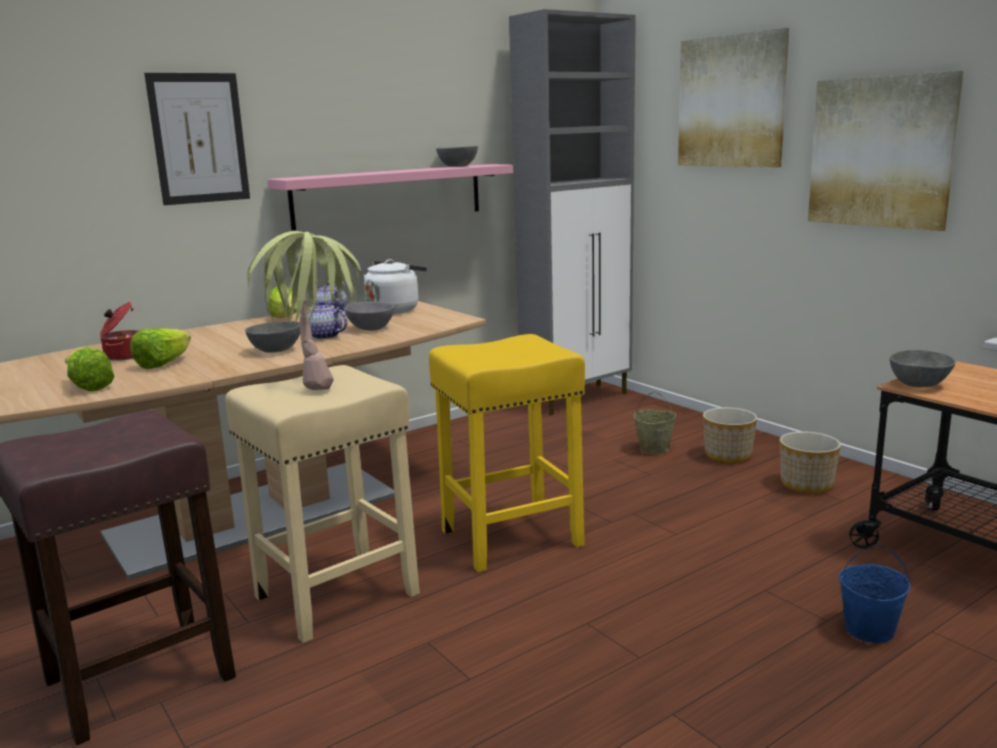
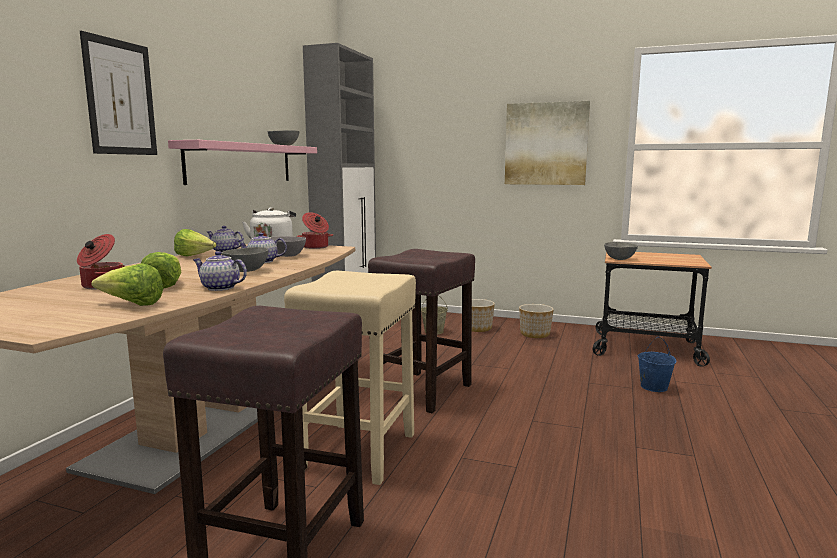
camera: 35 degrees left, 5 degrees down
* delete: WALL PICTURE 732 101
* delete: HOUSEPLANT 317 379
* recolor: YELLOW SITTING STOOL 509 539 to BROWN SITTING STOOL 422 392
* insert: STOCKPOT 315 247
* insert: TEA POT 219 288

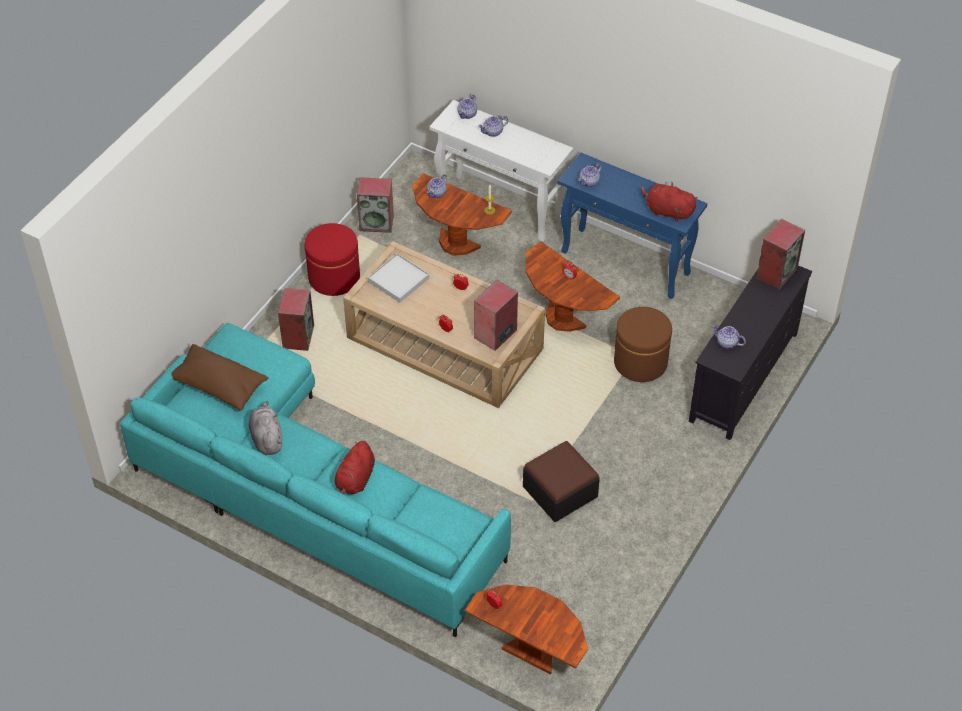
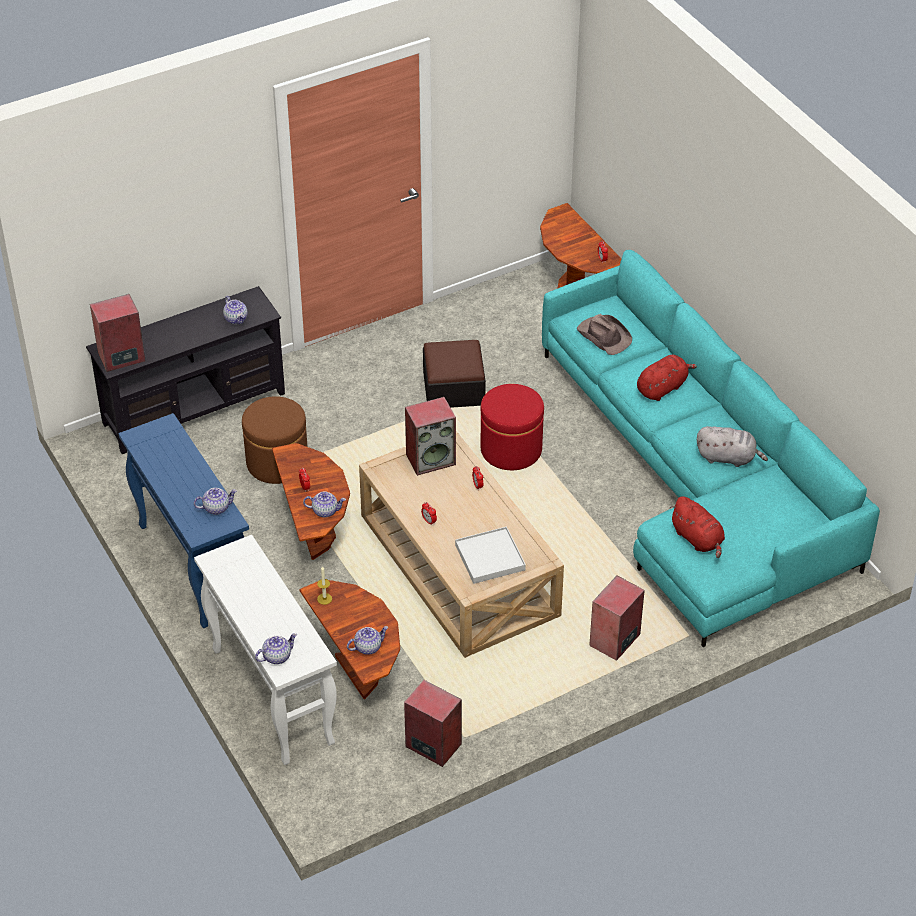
camera: 150 degrees left, 5 degrees down
* move: TEA POT 493 132 to 325 511
* move: REDDISH PLUSH TOY 667 211 to 698 539
* move: REDDISH POUFFE 334 277 to 511 449
* delete: BROWN PILLOW 218 385
* rotate: GRAY PLUSH TOY 266 438 = 728 458 90 degrees counterclockwise
* insert: BROWN WEARABLE HAT 604 336

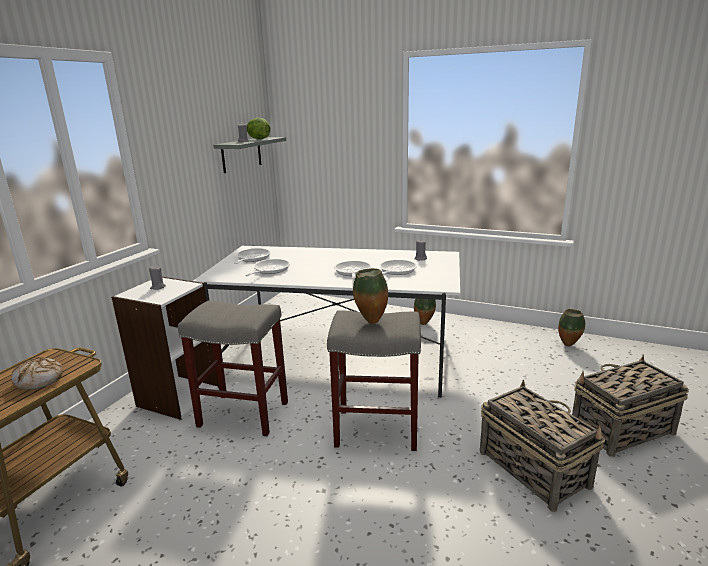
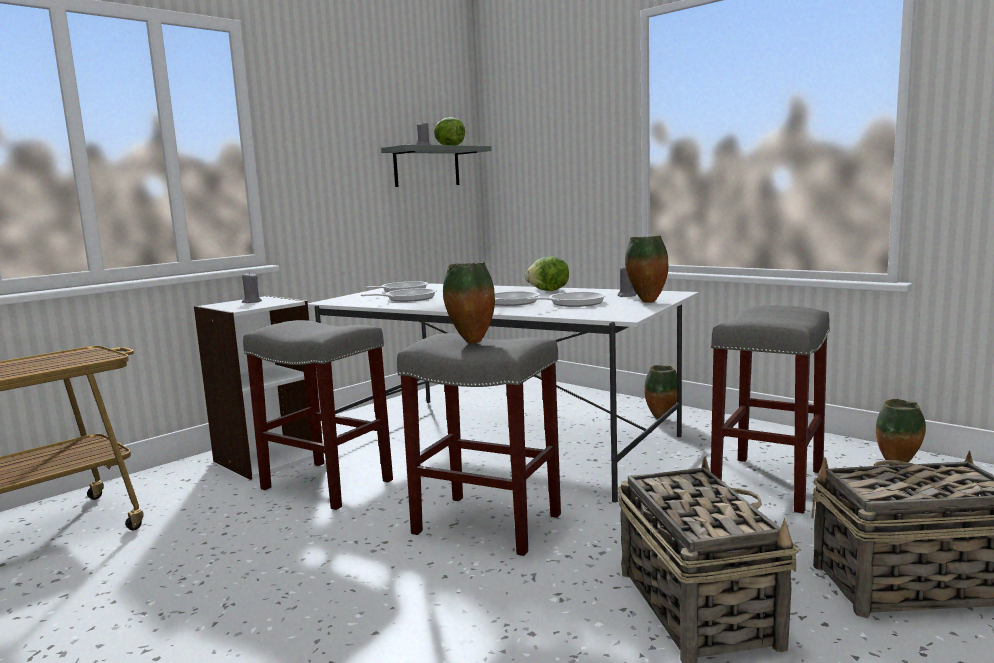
camera: 20 degrees right, 10 degrees down
* delete: BREAD 40 380
* insert: DECORATIVE VASE 646 302
* insert: LETTUCE 549 291
* insert: GRAY SITTING STOOL 769 484

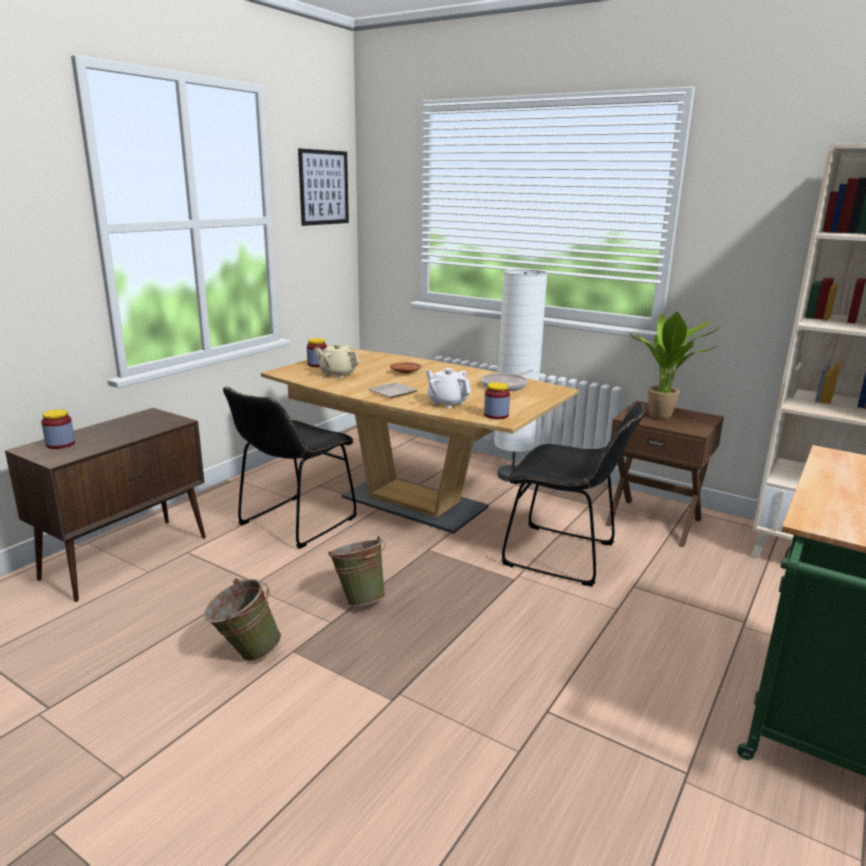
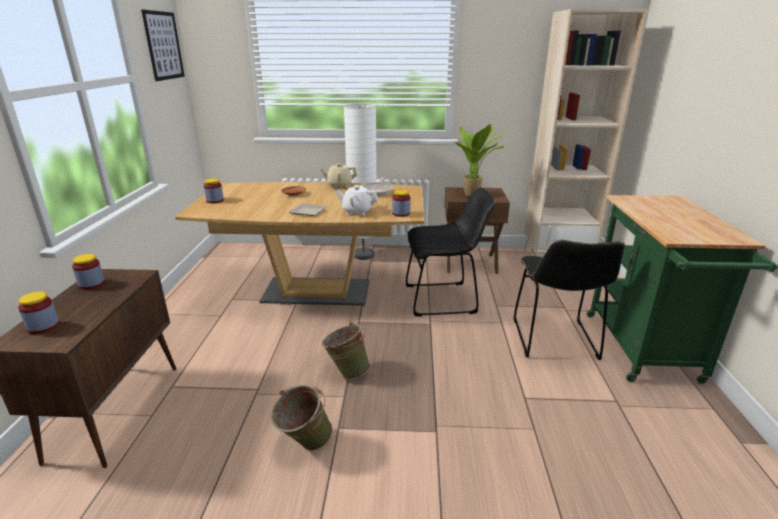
camera: 30 degrees left, 5 degrees up
* move: SAND-COLOURED TEA POT 337 374 to 339 186
* move: BLACK CHAIR 294 523 to 555 341
* insert: JAR 91 284

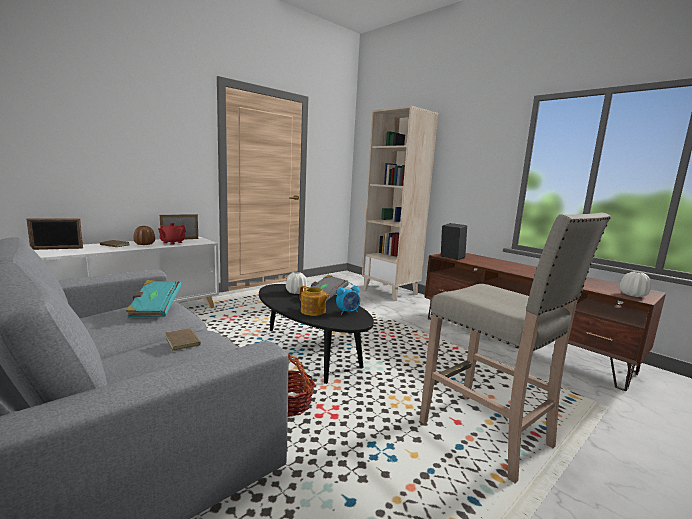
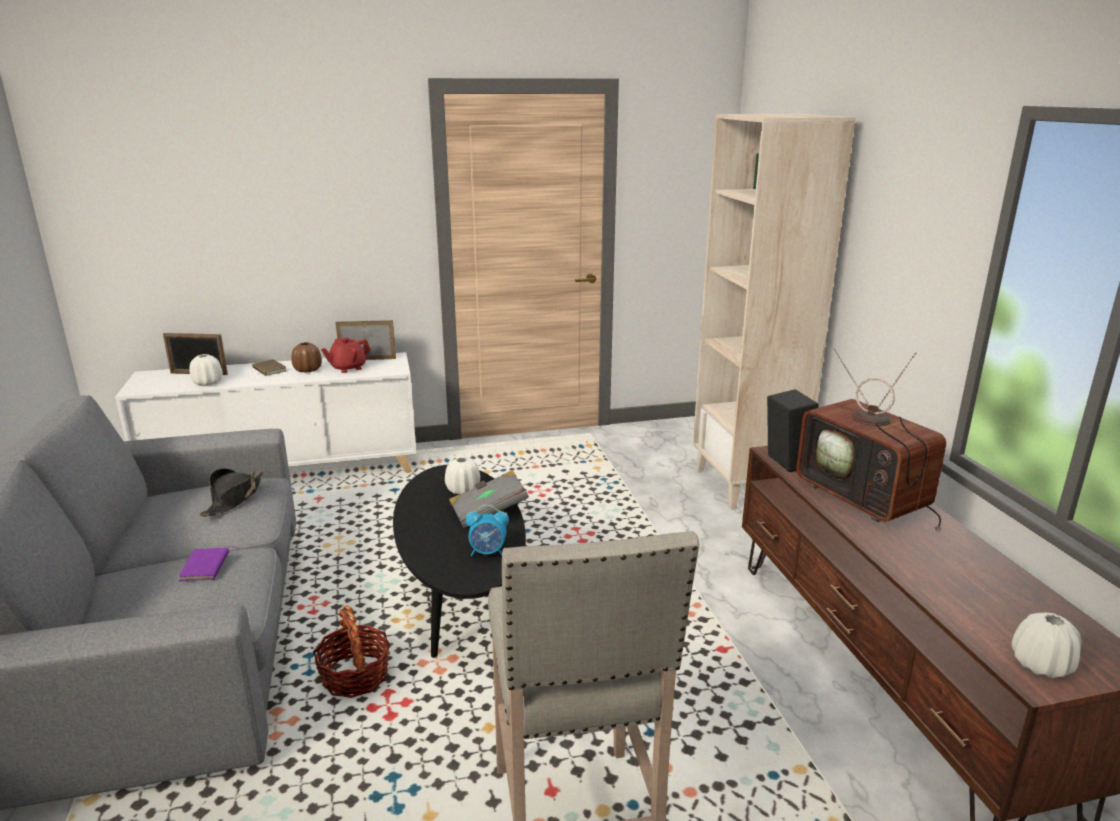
camera: 30 degrees right, 10 degrees up
* replace: TURQUOISE VOLUME 154 309 to BLACK WEARABLE HAT 234 499
* delete: TEA POT 313 311
* recolor: BROWN VOLUME 184 341 to PURPLE VOLUME 207 567
* insert: TV 867 498
* insert: WHITISH DECORATIVE VASE 207 383

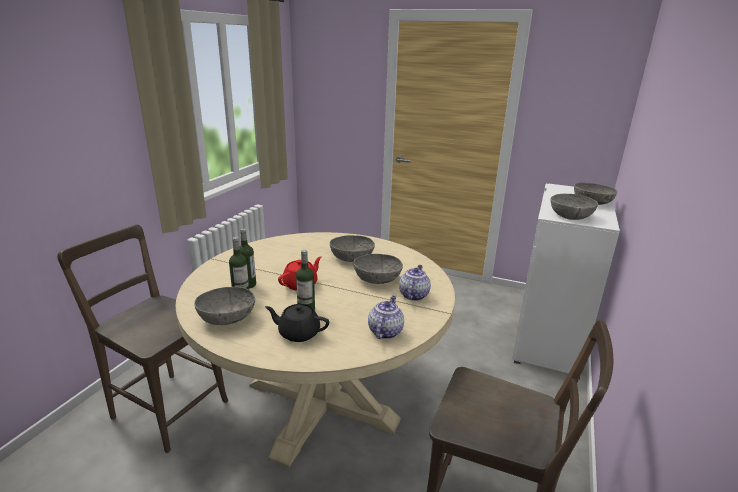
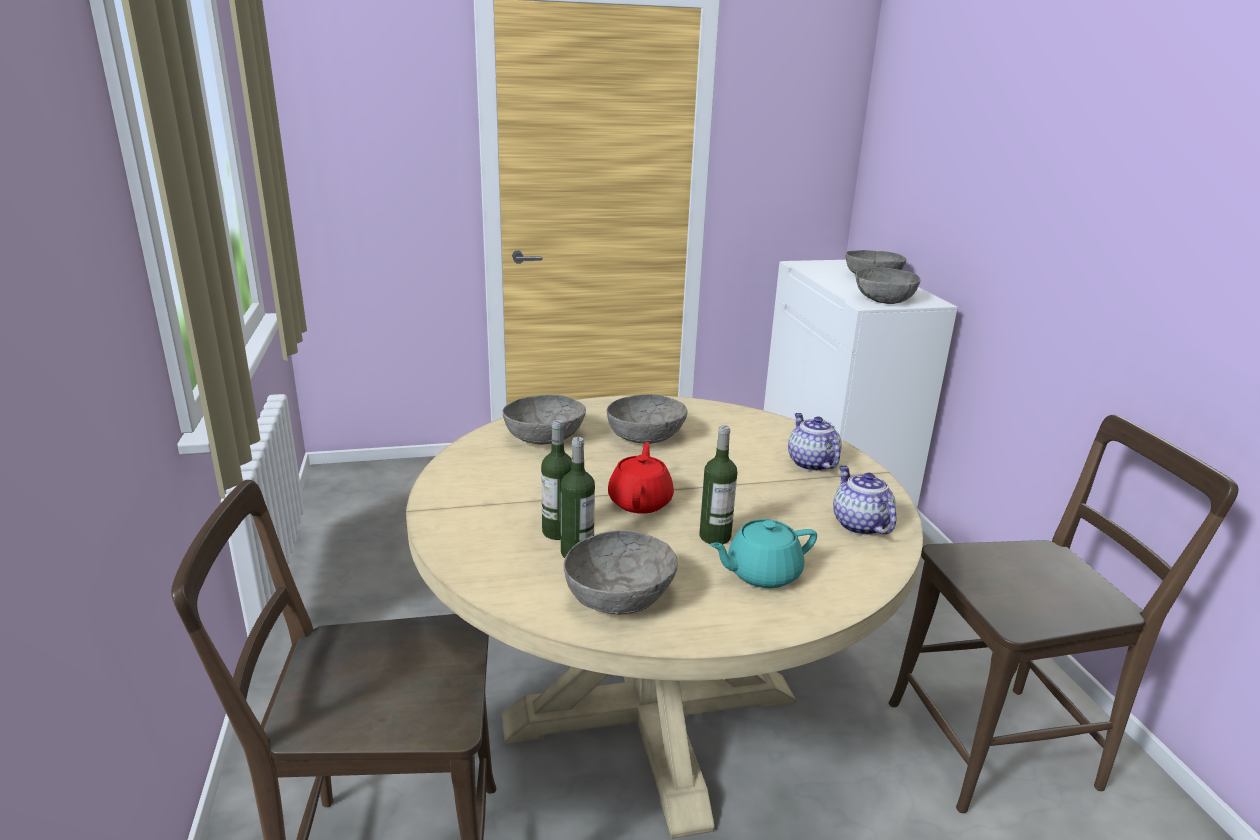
camera: 35 degrees left, 0 degrees up
* move: GRAY DEEP DISH 377 279 to 544 437
* recolor: BLACK TEA POT 298 333 to TURQUOISE TEA POT 761 573

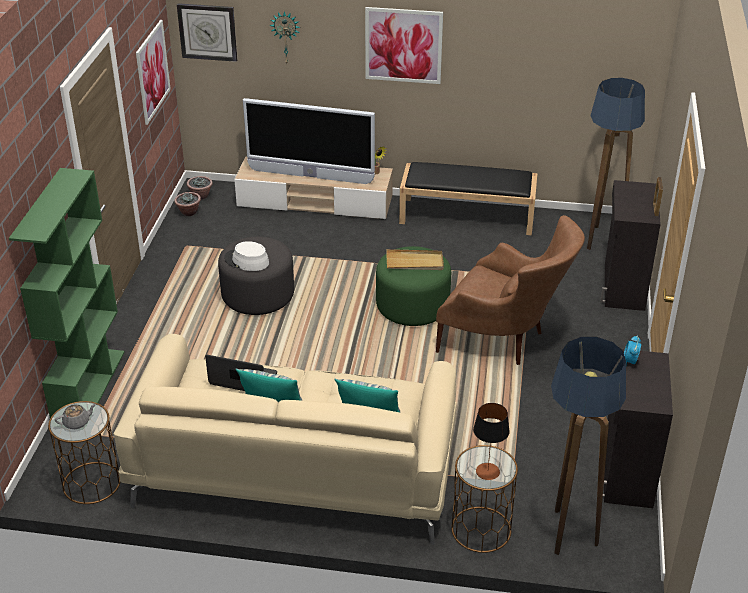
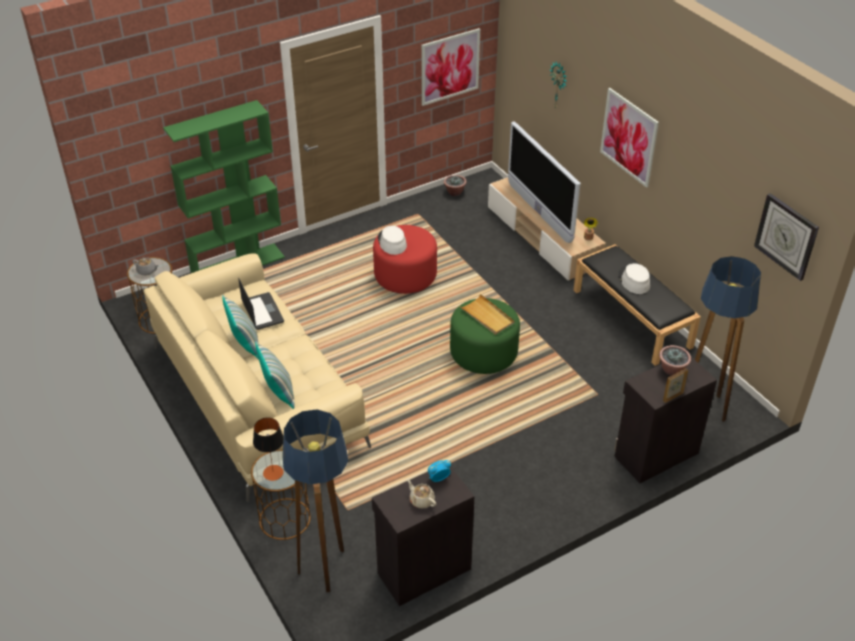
camera: 50 degrees right, 5 degrees up
* move: CLOCK ON THE WALL 207 32 to 786 236
* move: HOUSEPLANT 200 196 to 672 370
* delete: BROWN LOUNGE CHAIR 505 341
* recolor: GRAY POUFFE 258 296 to REDDISH POUFFE 405 276
* insert: WHITISH WEARABLE HAT 633 280
* insert: SAND-COLOURED TEA POT 421 500

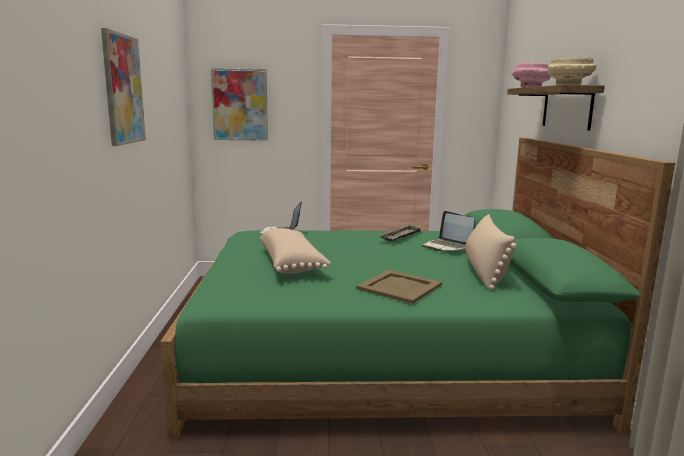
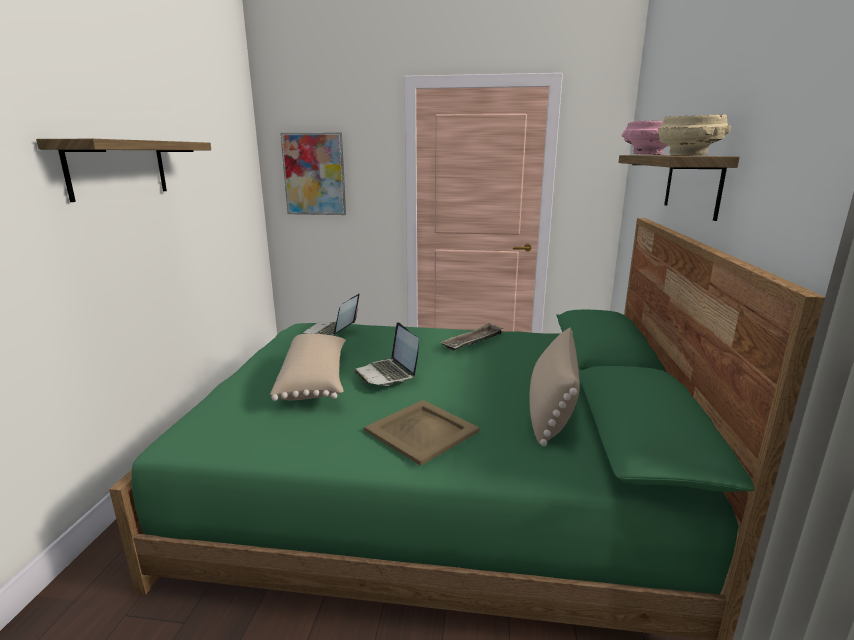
camera: 10 degrees right, 5 degrees up
* replace: WALL PICTURE 123 89 to SHELF 118 168
* move: PORTABLE COMPUTER 447 247 to 388 374

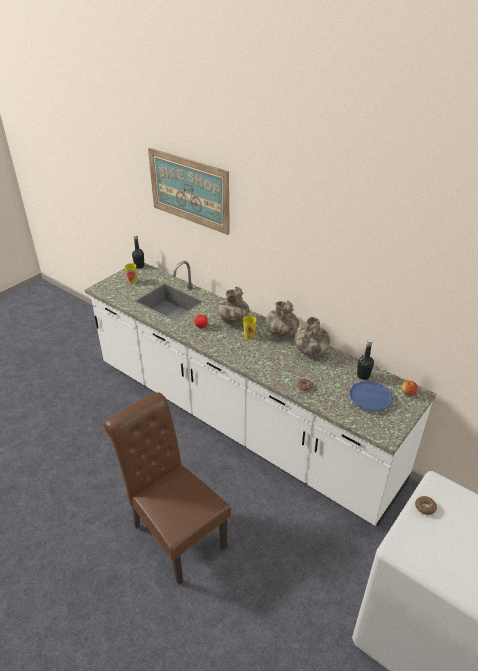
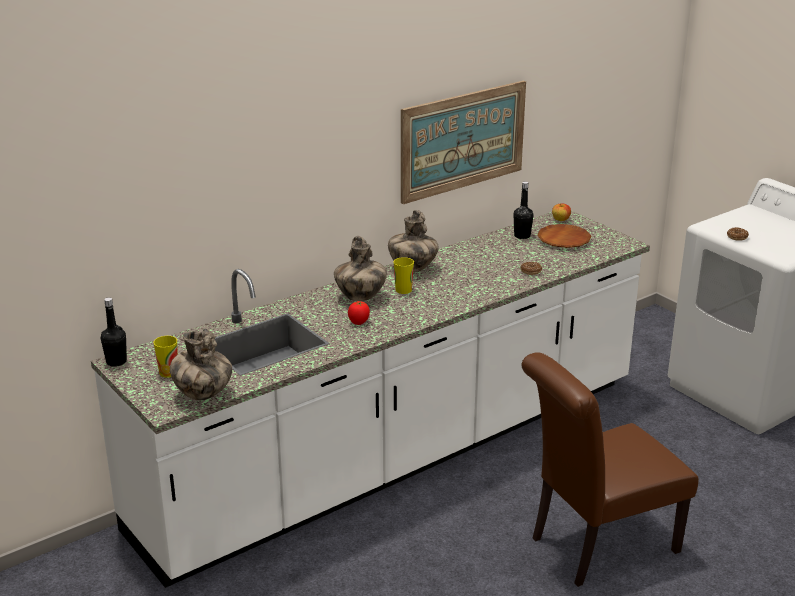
camera: 75 degrees left, 10 degrees down
* move: WALL PICTURE 189 190 to 463 140
* move: DECORATIVE VASE 311 352 to 202 394
* recolor: BLUE-COLOURED PLATE 370 398 to BROWN PLATE 563 240

